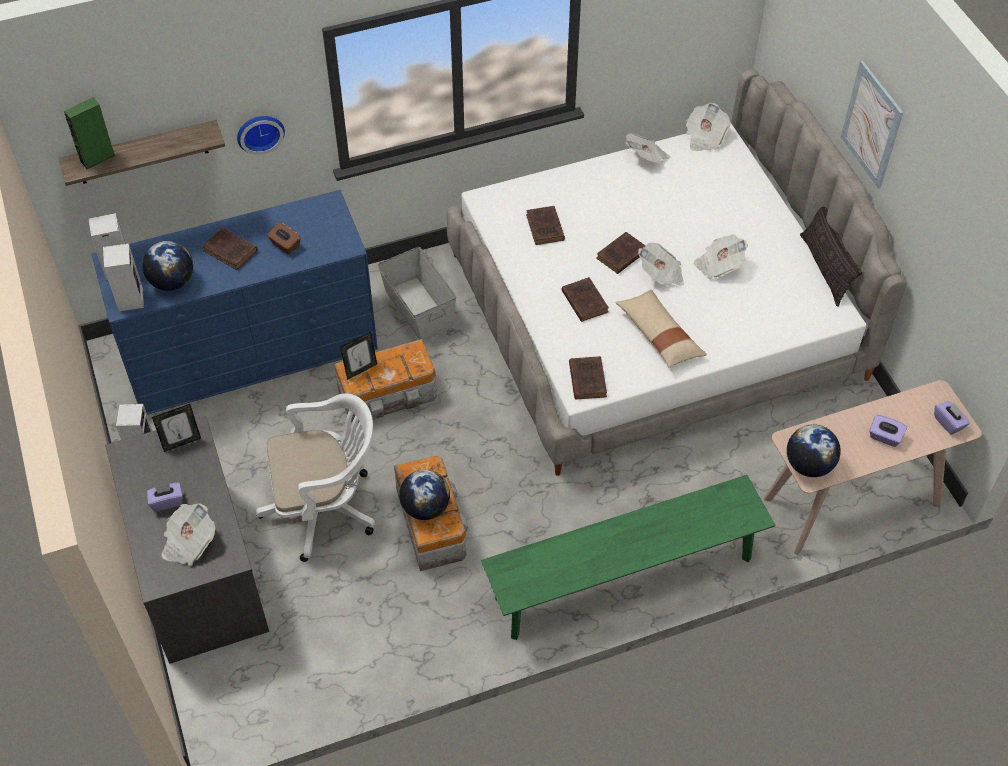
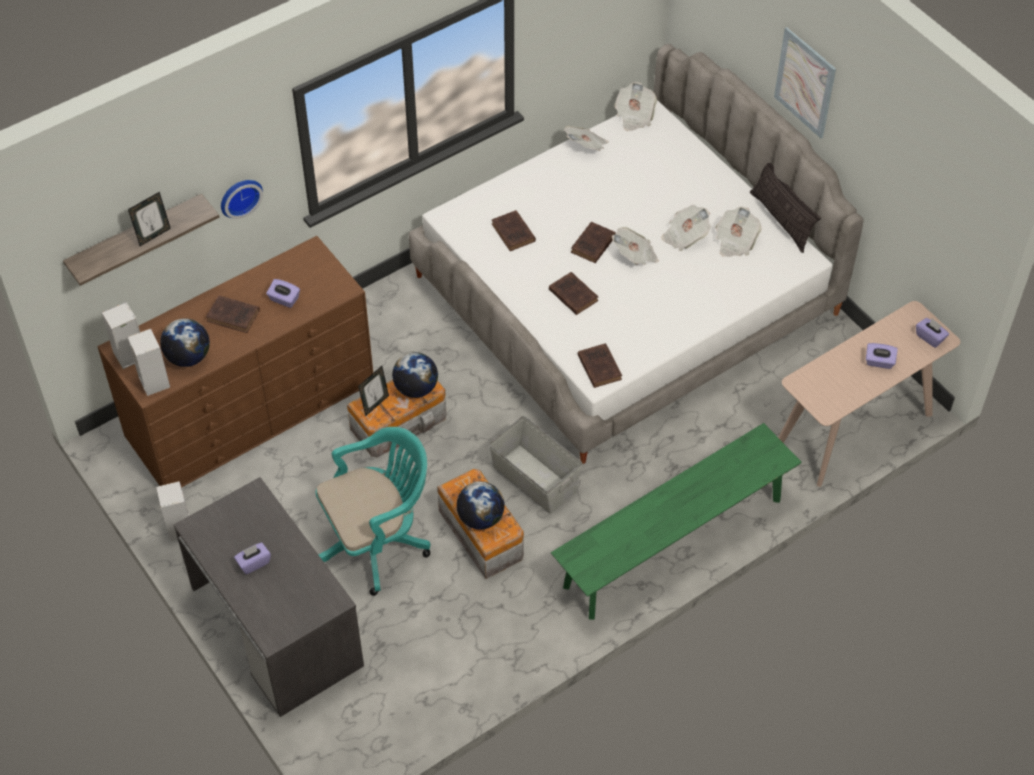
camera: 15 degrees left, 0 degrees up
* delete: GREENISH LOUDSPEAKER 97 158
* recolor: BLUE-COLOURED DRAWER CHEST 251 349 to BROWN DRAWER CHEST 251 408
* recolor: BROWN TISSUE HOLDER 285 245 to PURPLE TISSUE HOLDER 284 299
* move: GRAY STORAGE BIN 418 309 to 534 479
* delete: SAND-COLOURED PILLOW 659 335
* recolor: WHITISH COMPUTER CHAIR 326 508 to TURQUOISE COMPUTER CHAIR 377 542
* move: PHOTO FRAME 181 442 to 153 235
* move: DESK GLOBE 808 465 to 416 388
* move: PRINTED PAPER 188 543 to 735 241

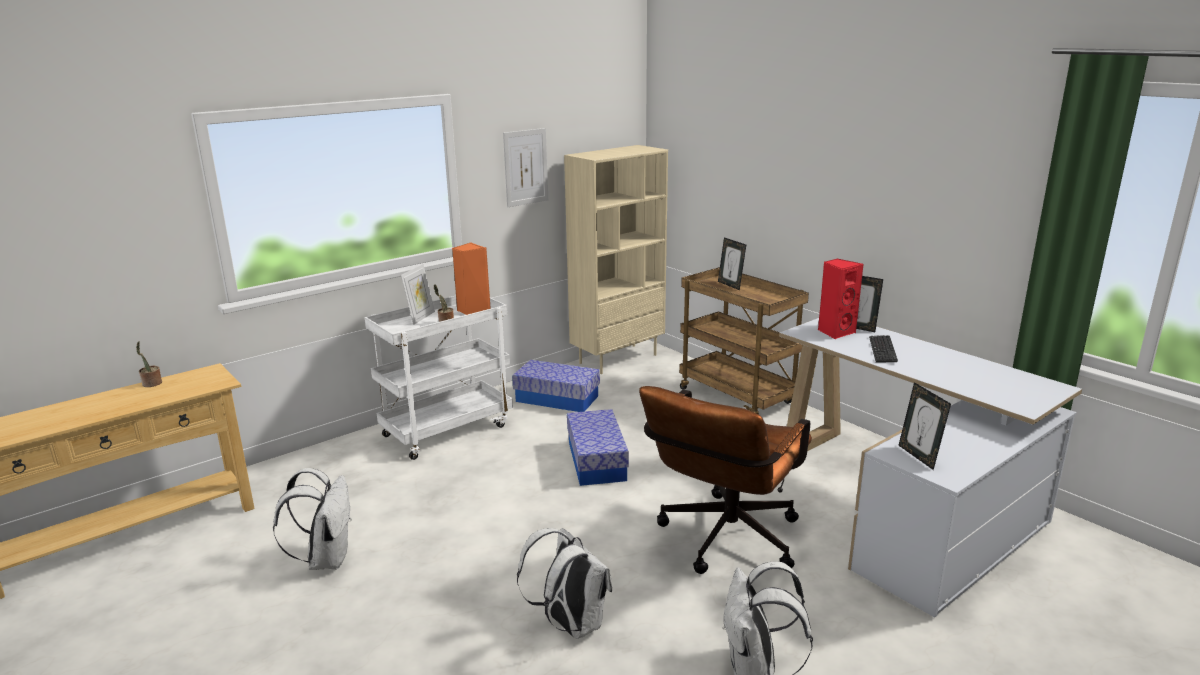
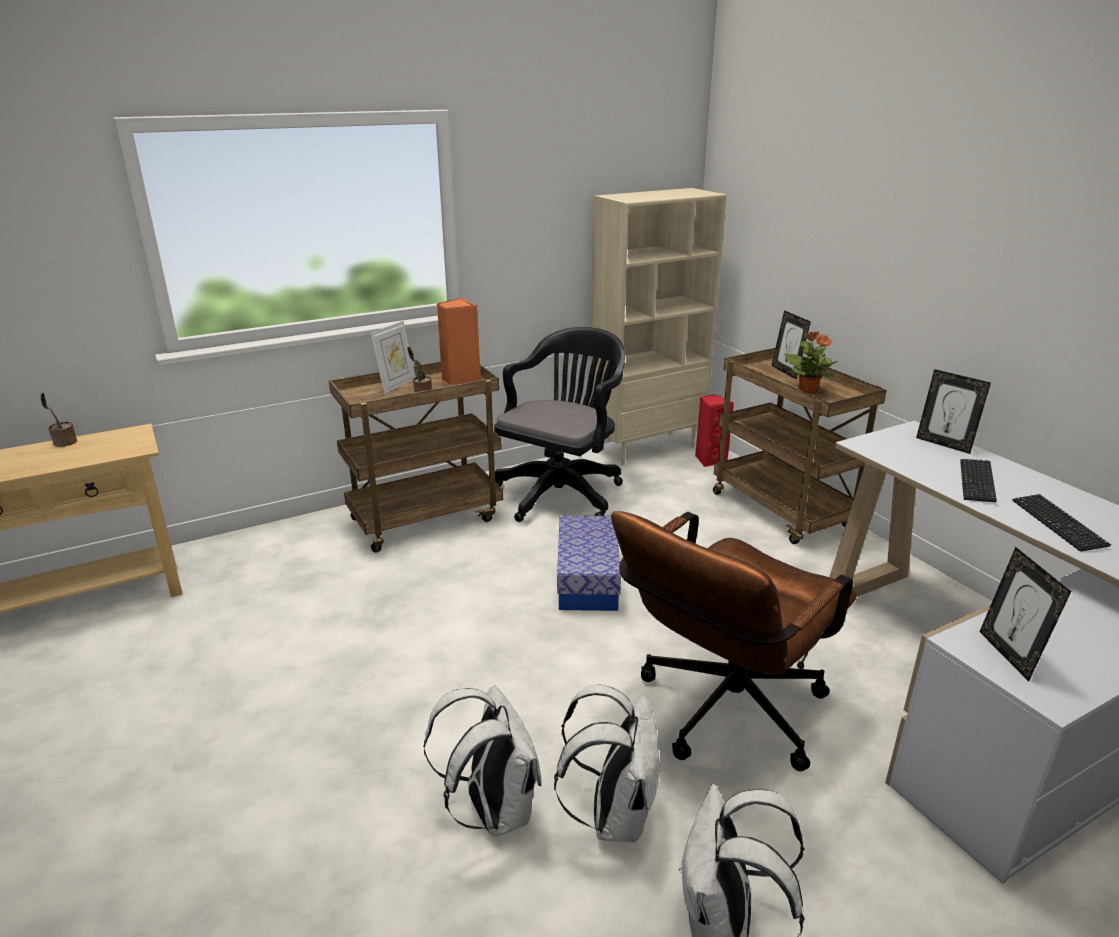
camera: 10 degrees right, 5 degrees up
* delete: WALL PICTURE 526 167
* move: REDDISH LOUDSPEAKER 835 332 to 709 460
* recolor: WHITISH TROLLEY 447 429 to BROWN TROLLEY 426 518
* replace: STORAGE BIN 557 398 to BLACK COMPUTER CHAIR 562 492
* move: WHITISH BACKPACK 326 559 to 614 815
* insert: HOUSEPLANT 807 391
* insert: KEYBOARD 1058 524

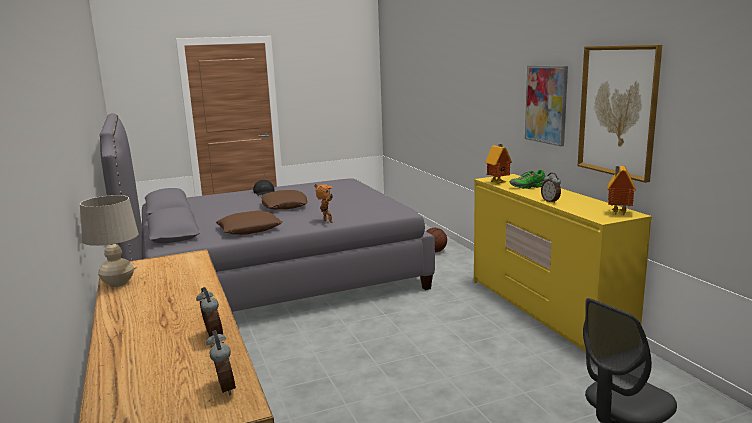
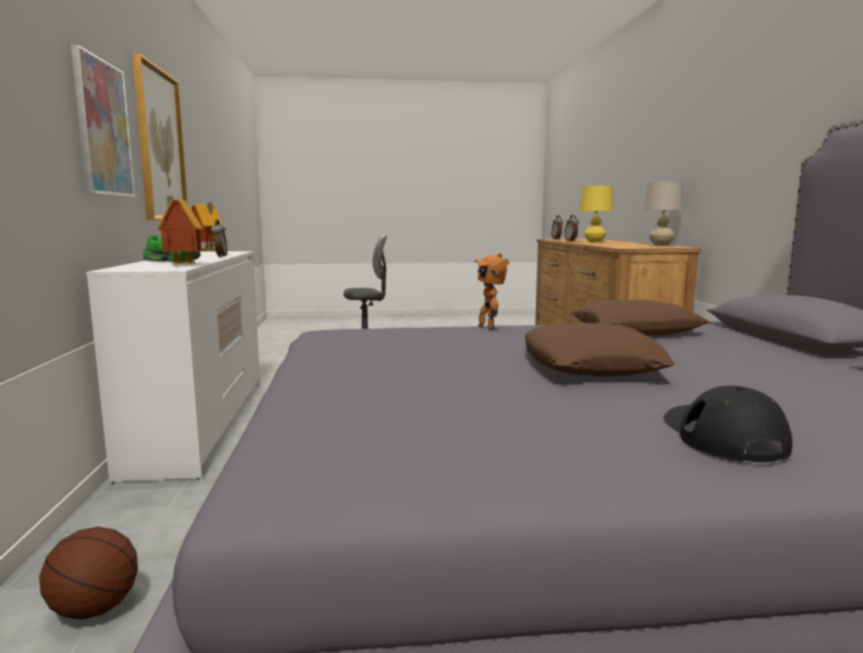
camera: 165 degrees left, 5 degrees down
* recolor: YELLOW DRAWER CHEST 545 311 to WHITISH DRAWER CHEST 202 423
* insert: YELLOW TABLETOP LAMP 594 242

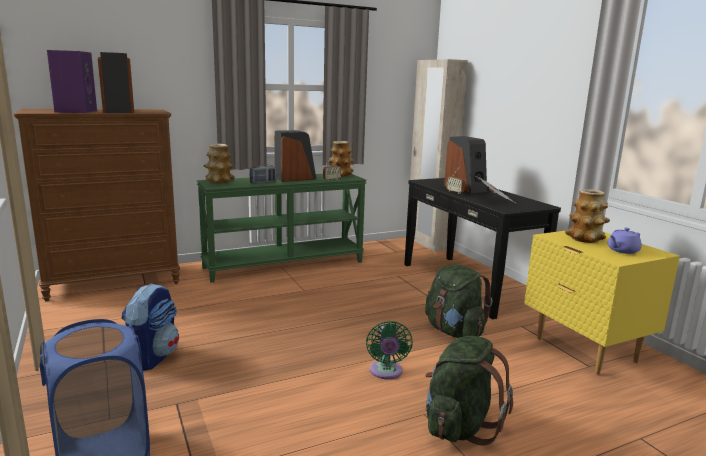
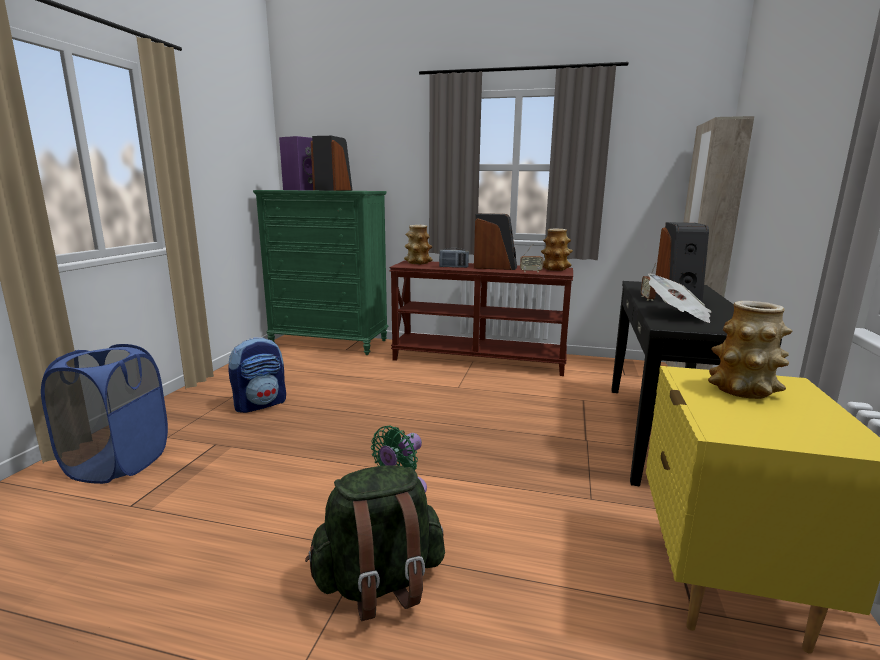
camera: 40 degrees right, 0 degrees up
* recolor: BROWN DRAWER CHEST 114 281 to GREENISH DRAWER CHEST 329 343
* recolor: GREENISH HALL TABLE 284 264 to BROWN HALL TABLE 479 360
* delete: PURPLE TEA POT 622 251
* delete: GREENISH BACKPACK 454 331

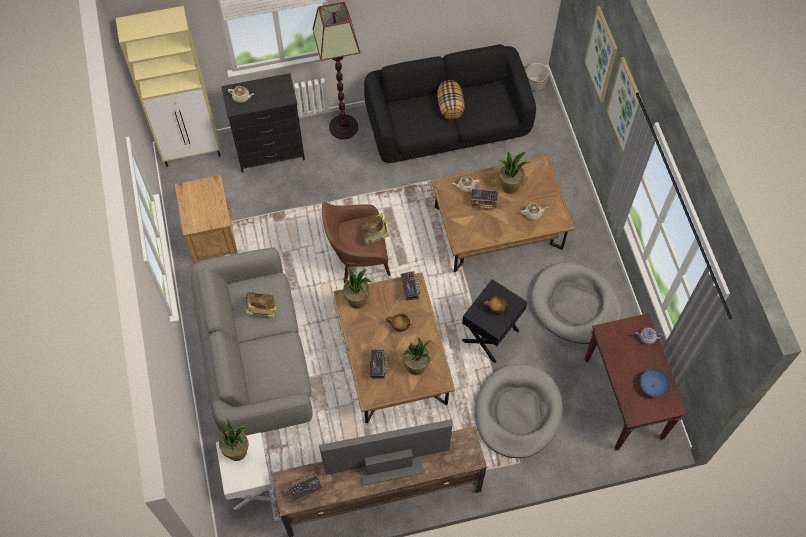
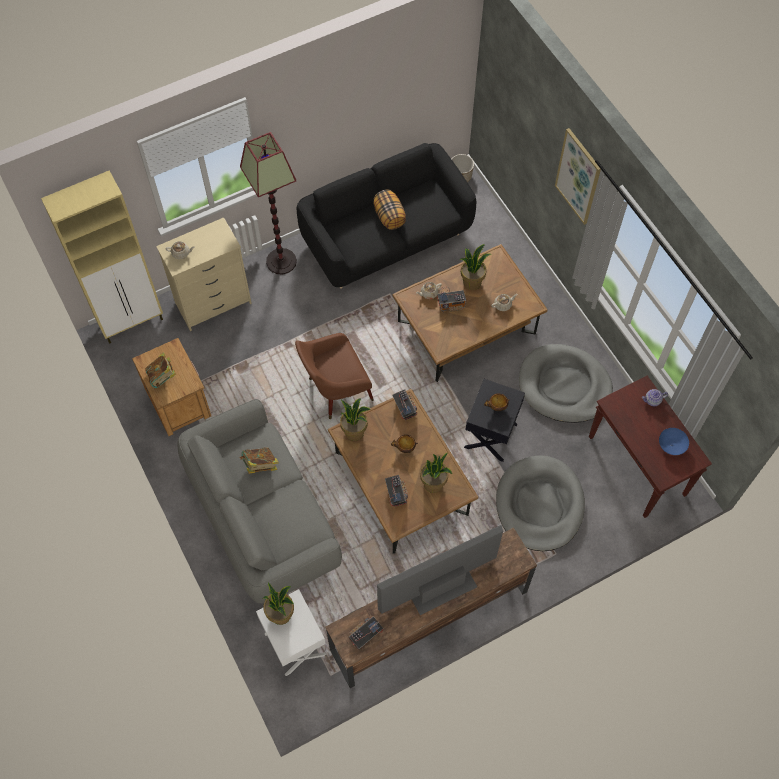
camera: 15 degrees left, 0 degrees up
* delete: WALL PICTURE 602 54
* recolor: BLACK DRAWER CHEST 270 152 to SAND-COLOURED DRAWER CHEST 213 303
* move: VOLUME 375 235 to 162 377

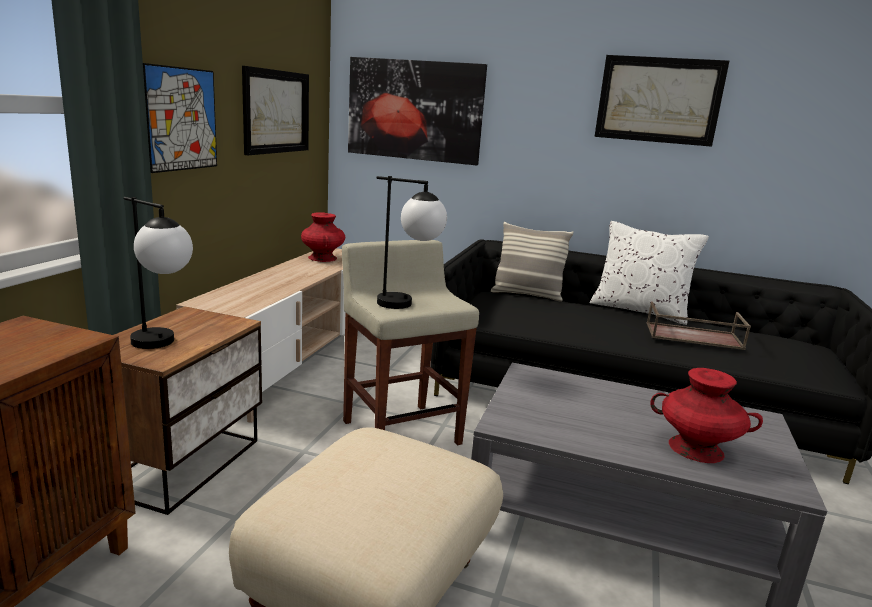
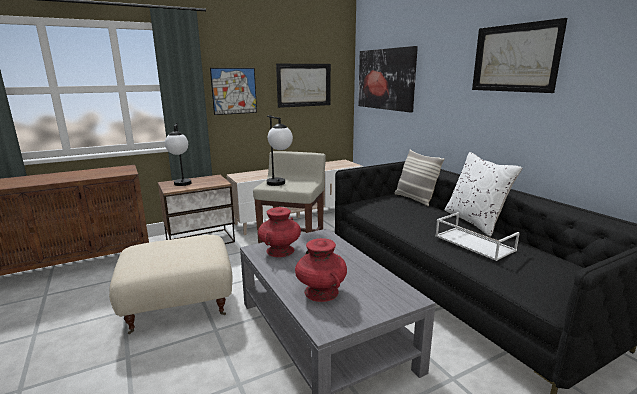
camera: 45 degrees right, 0 degrees up
* move: REDDISH DECORATIVE VASE 322 258 to 280 250
* recolor: BROWN CARRYING TRAY 692 336 to WHITISH CARRYING TRAY 473 243

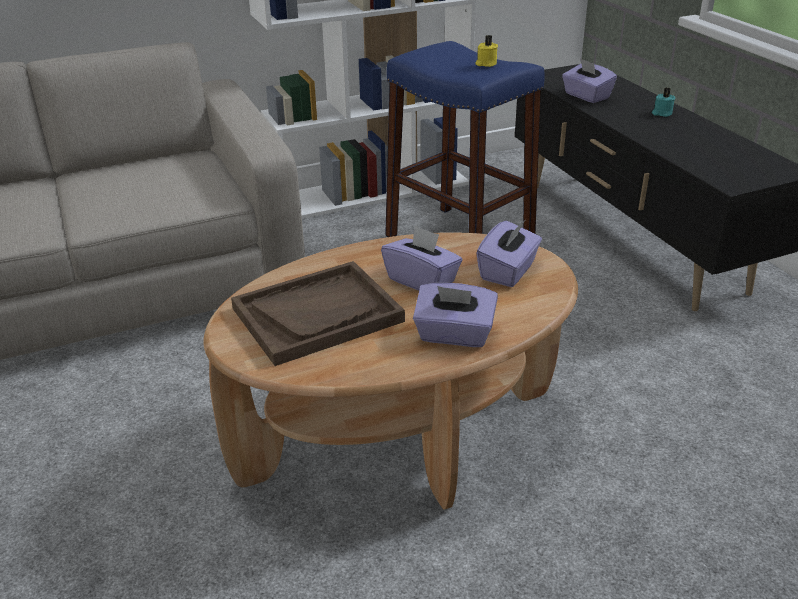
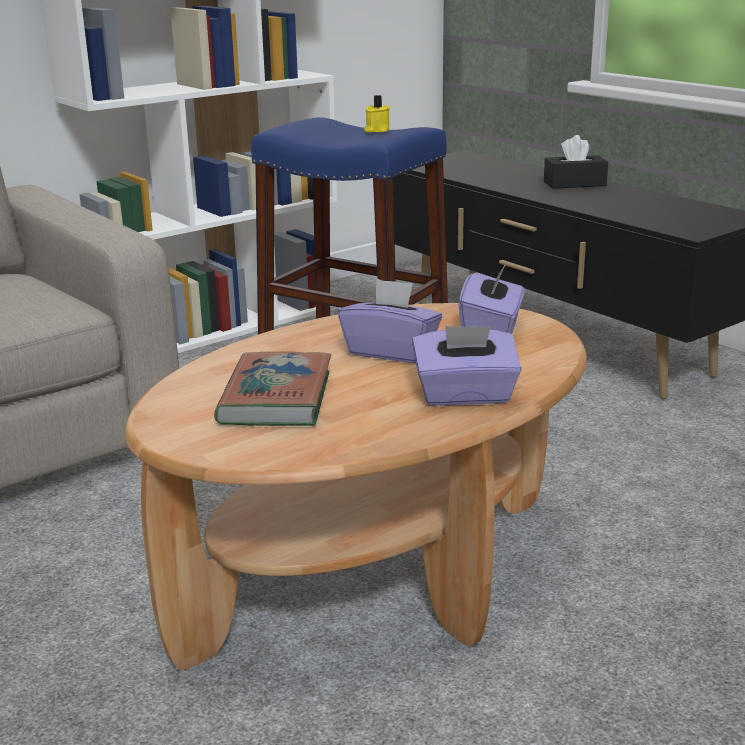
camera: 15 degrees left, 10 degrees down
* delete: PURPLE TISSUE HOLDER 586 96
* replace: TURQUOISE WAX CANDLE 661 113 to BLACK TISSUE HOLDER 574 184
* replace: BROWN CARRYING TRAY 318 315 to VOLUME 276 398

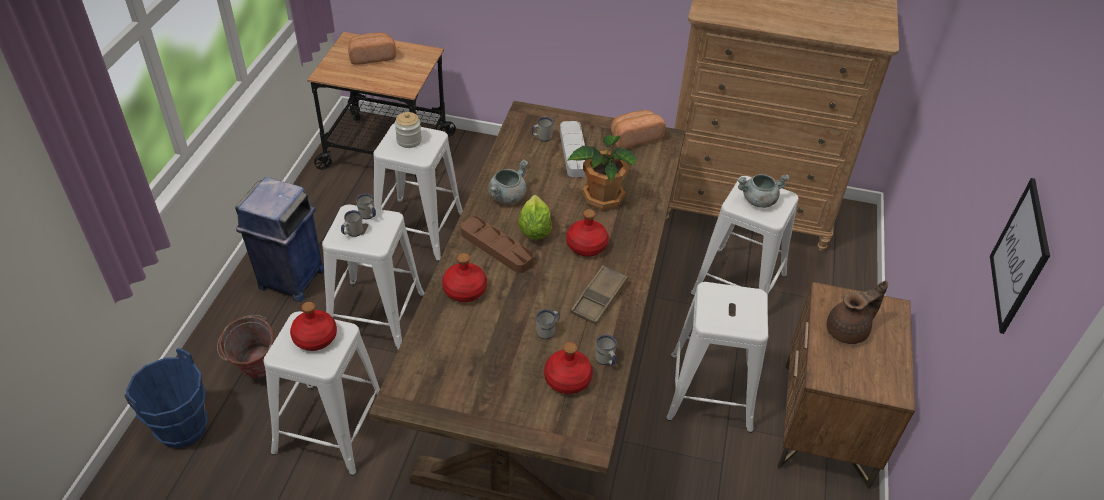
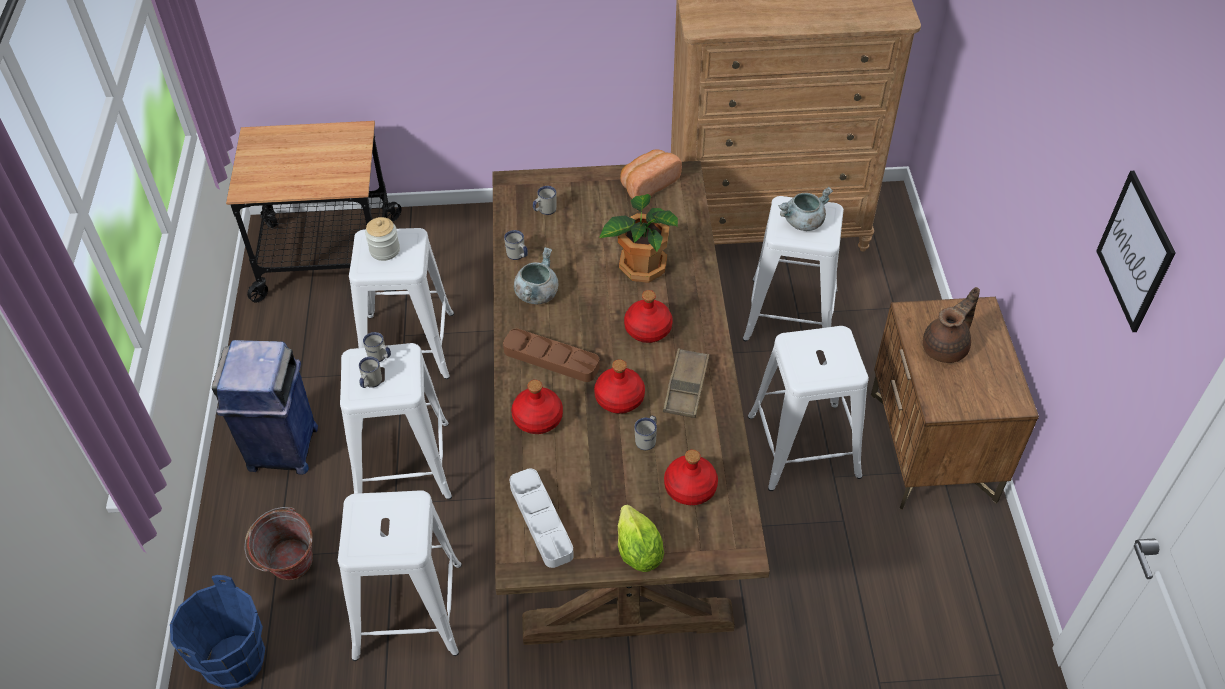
camera: 15 degrees left, 5 degrees up
* delete: BREAD 372 57
* move: GRAY CARRYING TRAY 573 152 to 541 520
* move: LETTUCE 534 230 to 638 552
* move: REDDISH BEVERAGE BOTTLE 315 337 to 619 398
* move: WHITISH COFFEE MUG 606 361 to 517 256

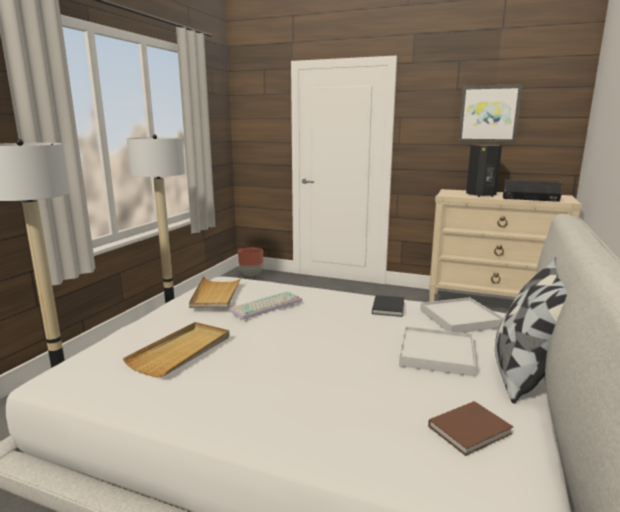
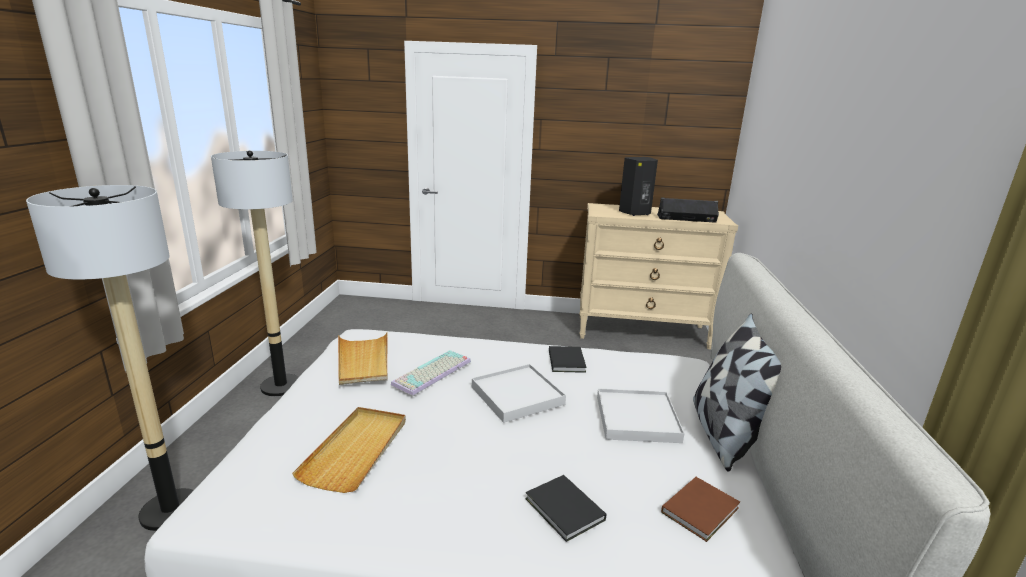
camera: 15 degrees left, 5 degrees up
* delete: WALL PICTURE 489 114
* delete: BROWN FLOWER POT 251 274
* move: WHITISH CARRYING TRAY 460 318 to 517 396
* insert: BLACK VOLUME 565 511

